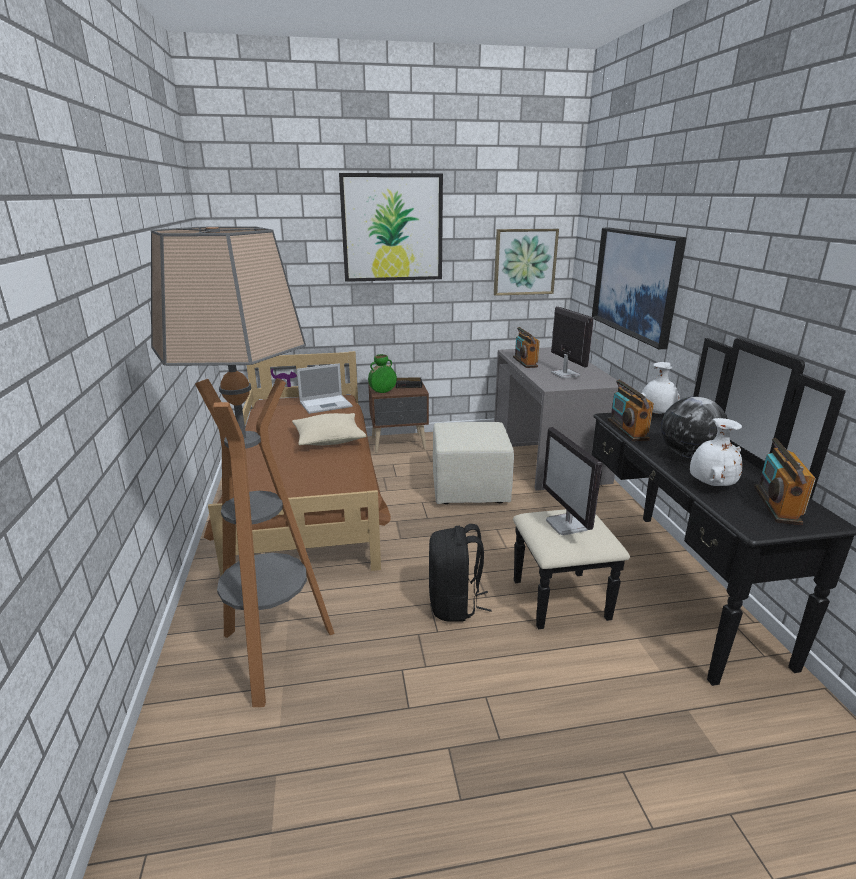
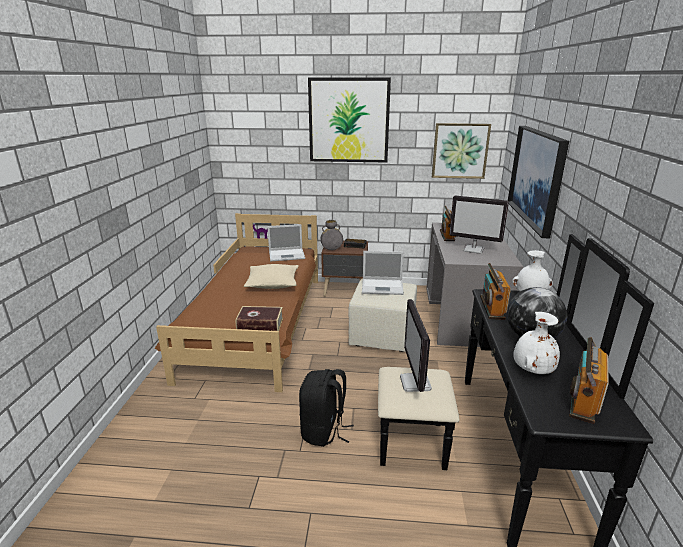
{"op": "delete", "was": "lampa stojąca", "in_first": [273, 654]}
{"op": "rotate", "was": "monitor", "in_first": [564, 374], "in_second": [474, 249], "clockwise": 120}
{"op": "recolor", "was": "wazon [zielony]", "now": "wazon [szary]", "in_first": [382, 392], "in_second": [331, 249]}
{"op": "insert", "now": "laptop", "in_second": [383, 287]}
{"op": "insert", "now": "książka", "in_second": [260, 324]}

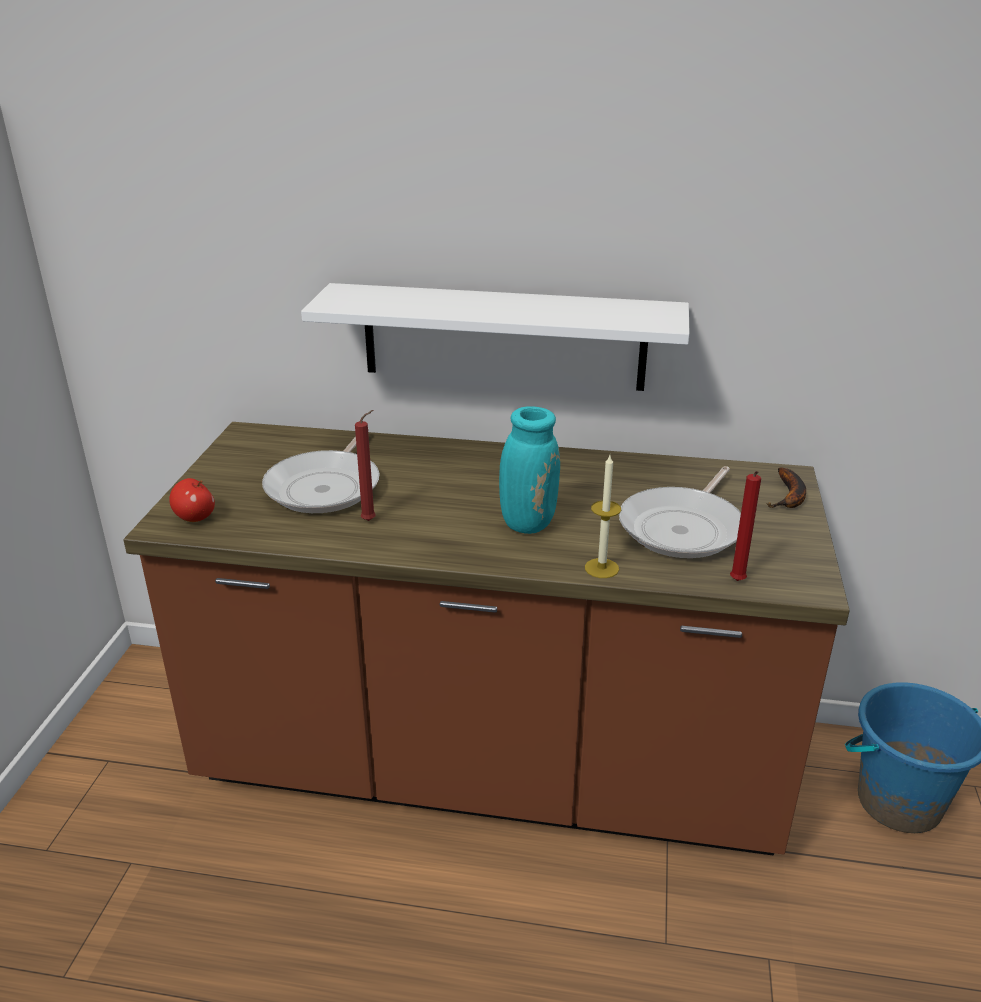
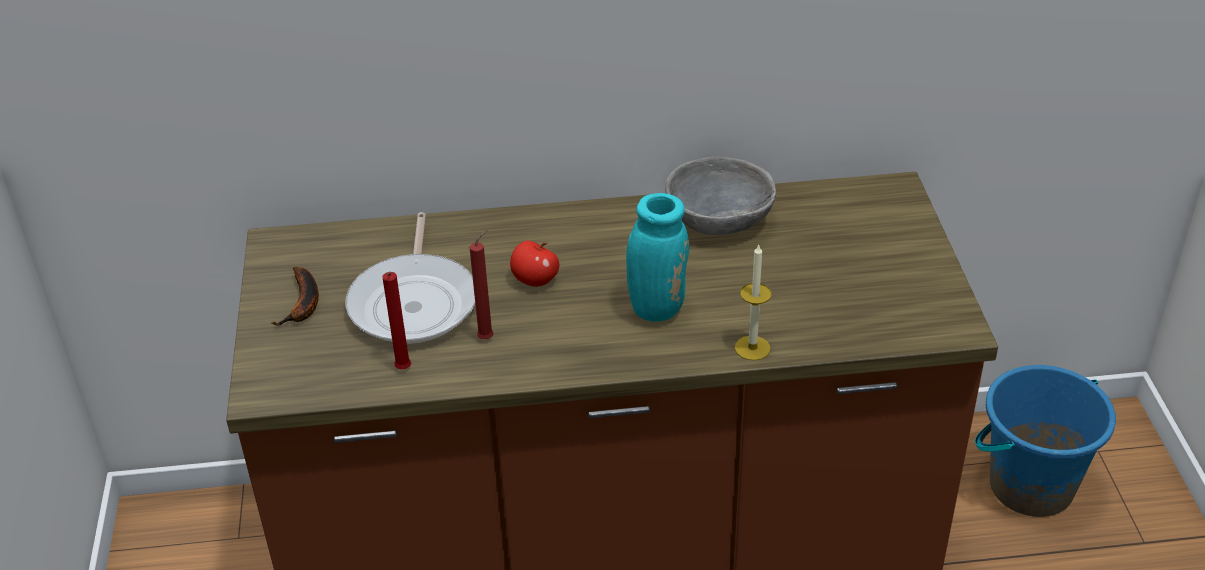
{"op": "delete", "was": "półka [biały]", "in_first": [503, 337]}
{"op": "delete", "was": "patelnia", "in_first": [684, 527]}
{"op": "move", "was": "banan", "in_first": [789, 497], "in_second": [303, 304]}
{"op": "move", "was": "świeca [czerwony]", "in_first": [737, 582], "in_second": [403, 371]}
{"op": "move", "was": "jabłko", "in_first": [195, 518], "in_second": [535, 280]}
{"op": "insert", "now": "miska [szary]", "in_second": [718, 219]}

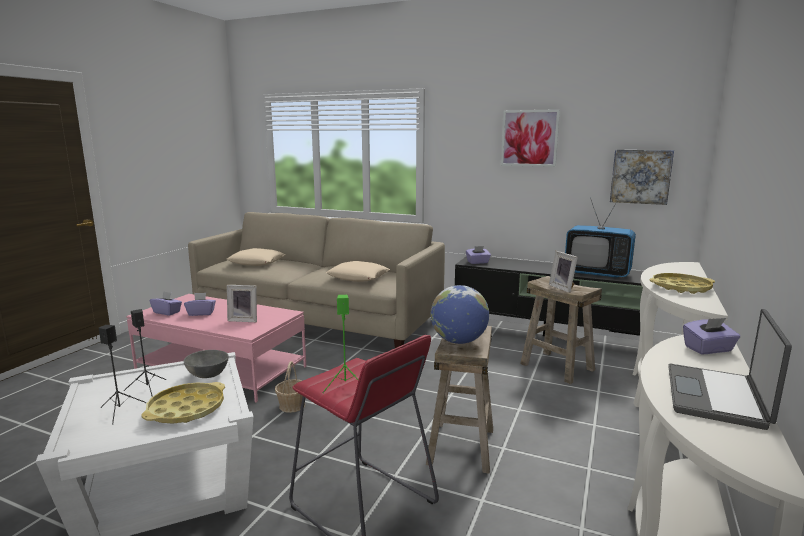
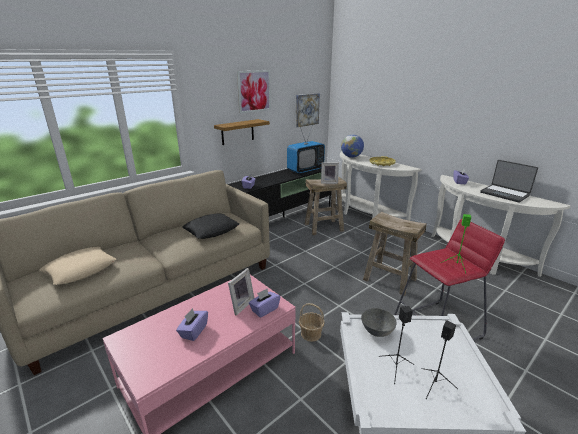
{"op": "recolor", "was": "poduszka [beżowy]", "now": "poduszka [czarny]", "in_first": [358, 277], "in_second": [211, 230]}
{"op": "move", "was": "globus", "in_first": [458, 341], "in_second": [351, 157]}
{"op": "move", "was": "pudełko chusteczek [fioletowy]", "in_first": [167, 312], "in_second": [264, 309]}
{"op": "delete", "was": "taca [żółty]", "in_first": [186, 409]}
{"op": "insert", "now": "półka", "in_second": [237, 132]}

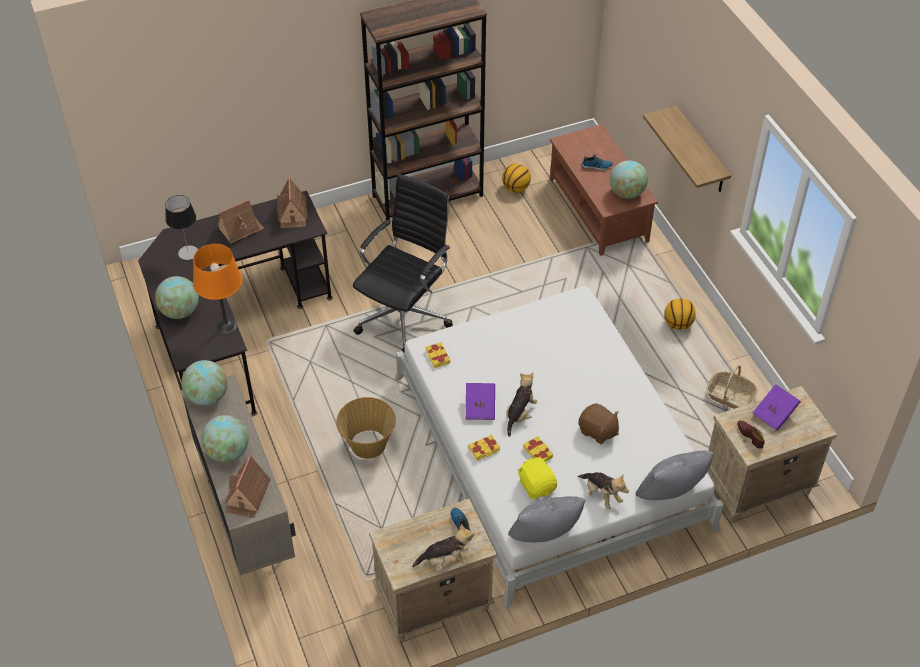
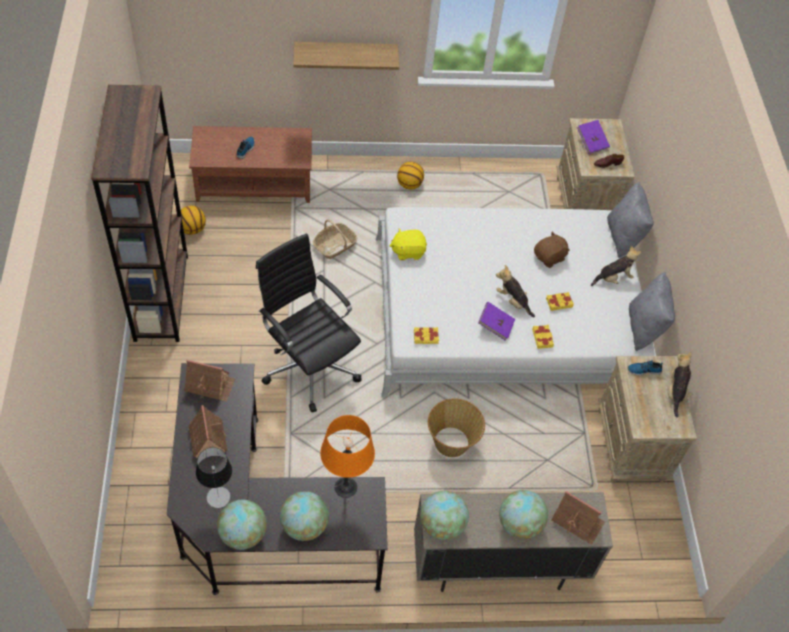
{"op": "move", "was": "globus", "in_first": [627, 193], "in_second": [243, 534]}
{"op": "move", "was": "koszyk", "in_first": [730, 396], "in_second": [335, 246]}
{"op": "move", "was": "pluszak [żółty]", "in_first": [537, 486], "in_second": [408, 251]}

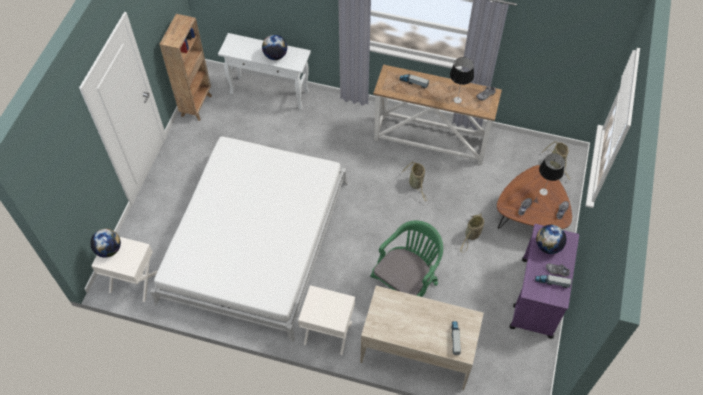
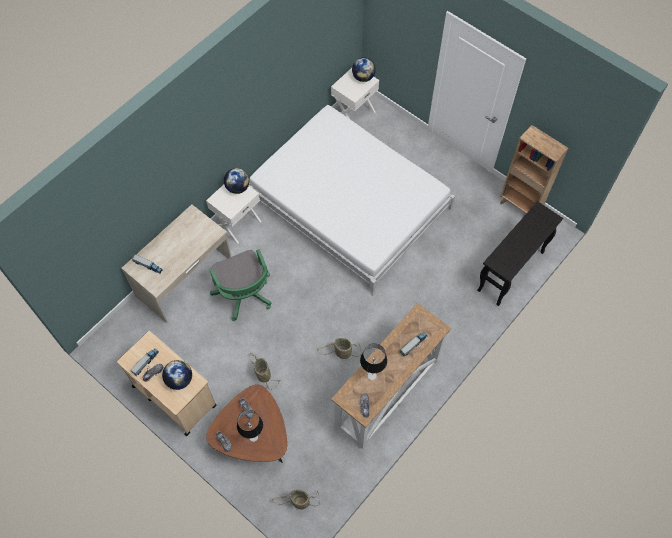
{"op": "recolor", "was": "stolik konsolowy [biały]", "now": "stolik konsolowy [czarny]", "in_first": [270, 93], "in_second": [510, 272]}
{"op": "move", "was": "globus", "in_first": [275, 55], "in_second": [238, 188]}
{"op": "recolor", "was": "wózek [fioletowy]", "now": "wózek [beżowy]", "in_first": [536, 298], "in_second": [174, 395]}

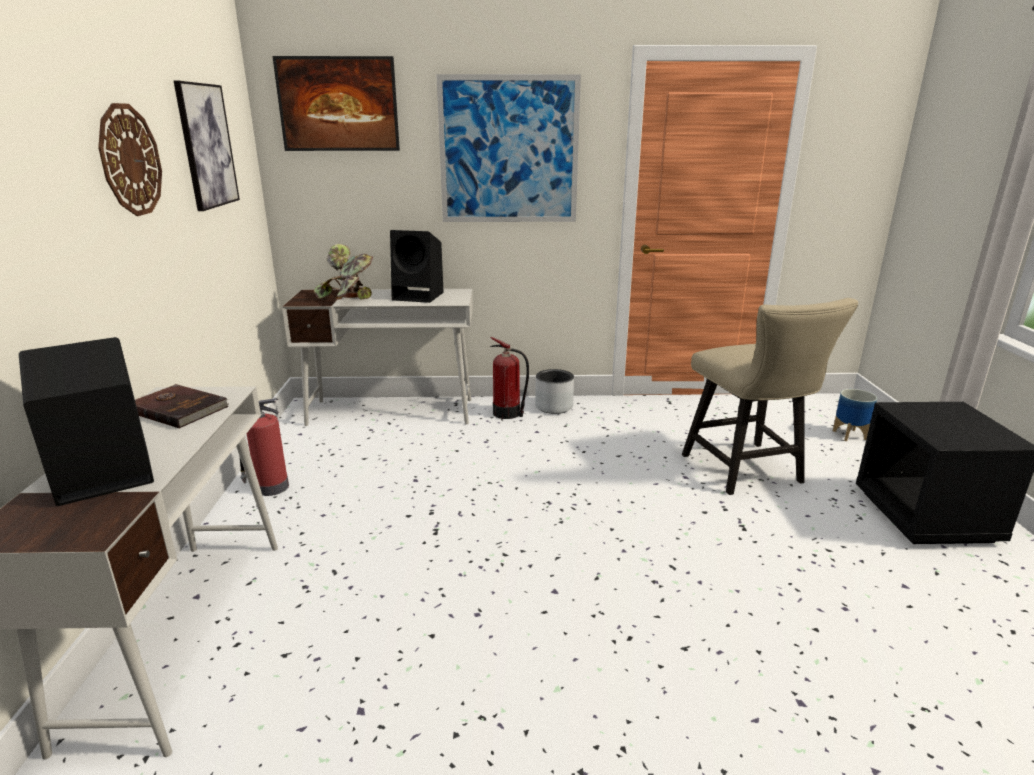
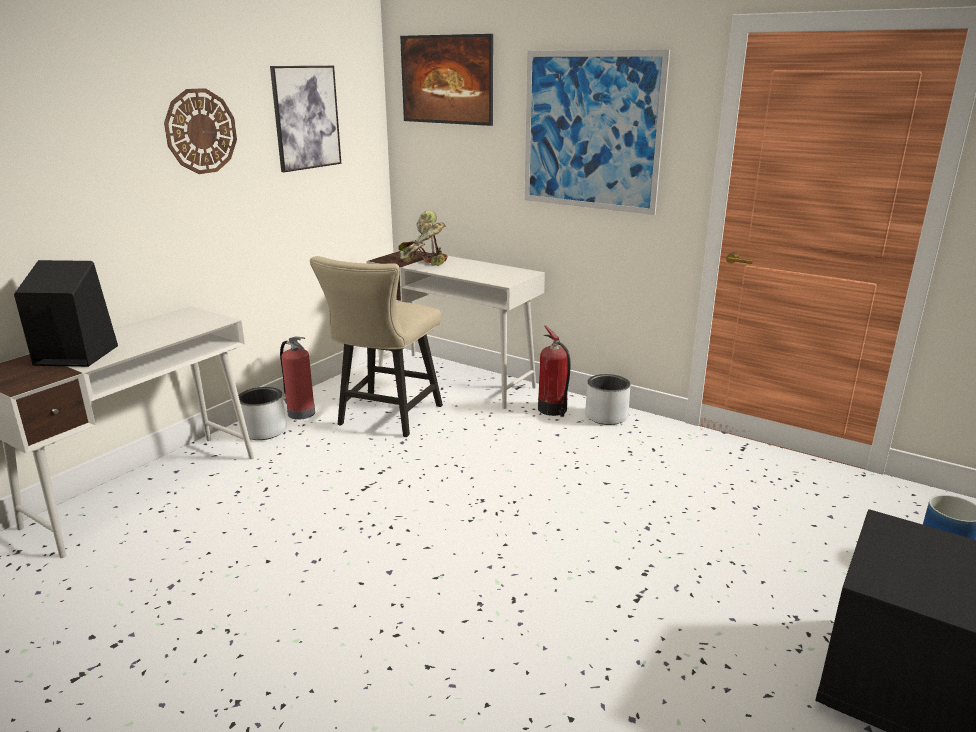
{"op": "delete", "was": "głośnik [czarny]", "in_first": [419, 296]}
{"op": "move", "was": "krzesło [beżowy]", "in_first": [747, 472], "in_second": [385, 418]}
{"op": "delete", "was": "książka [brązowy]", "in_first": [179, 409]}
{"op": "insert", "now": "donica [szary]", "in_second": [264, 431]}

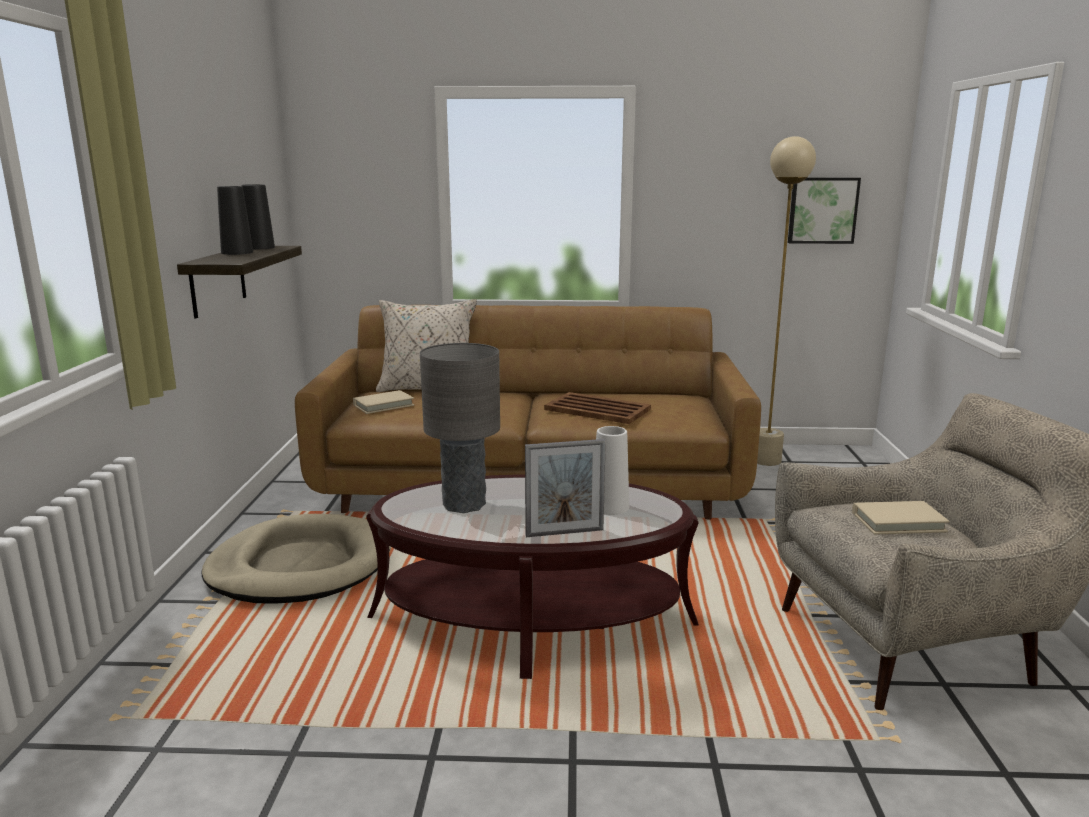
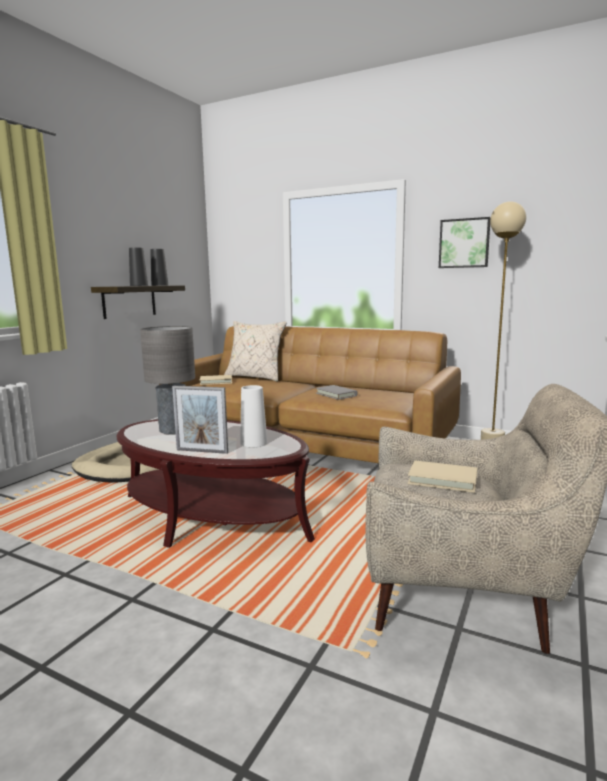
{"op": "move", "was": "obraz", "in_first": [822, 210], "in_second": [464, 243]}
{"op": "replace", "was": "taca [brązowy]", "now": "książka [szary]", "in_first": [598, 410], "in_second": [336, 394]}

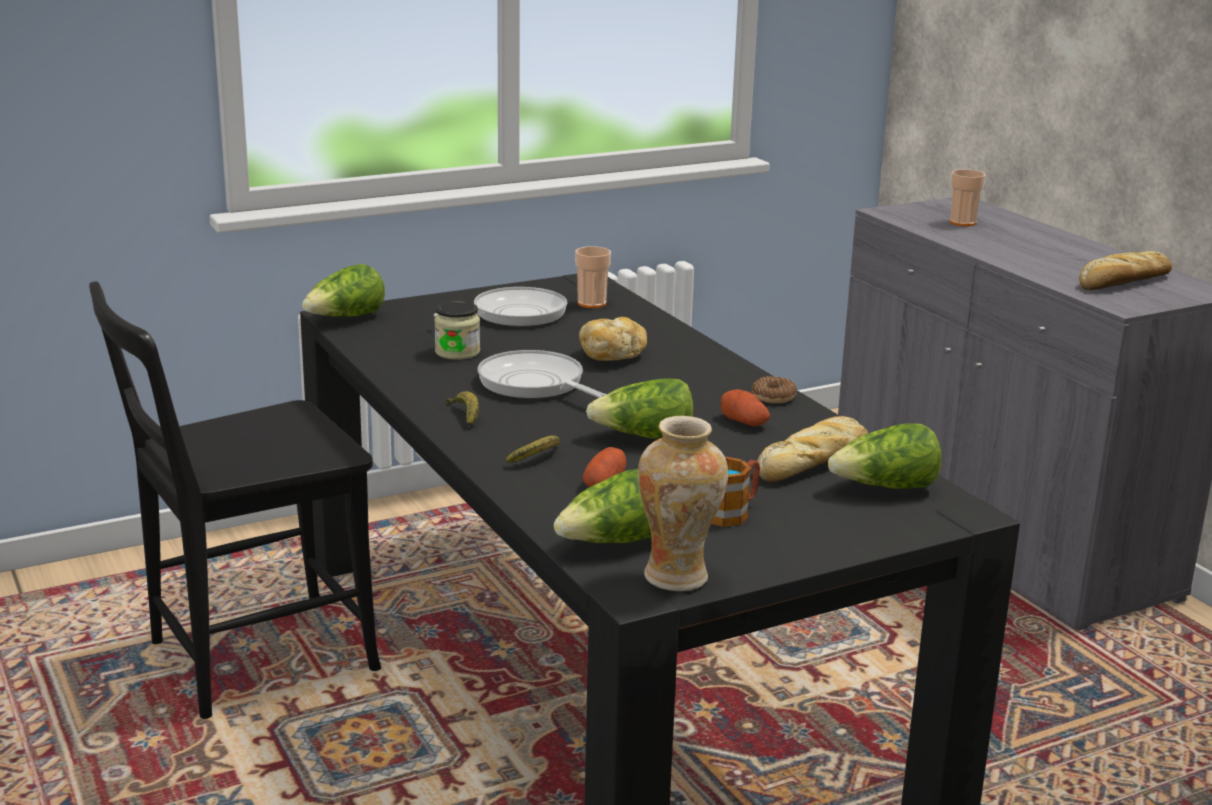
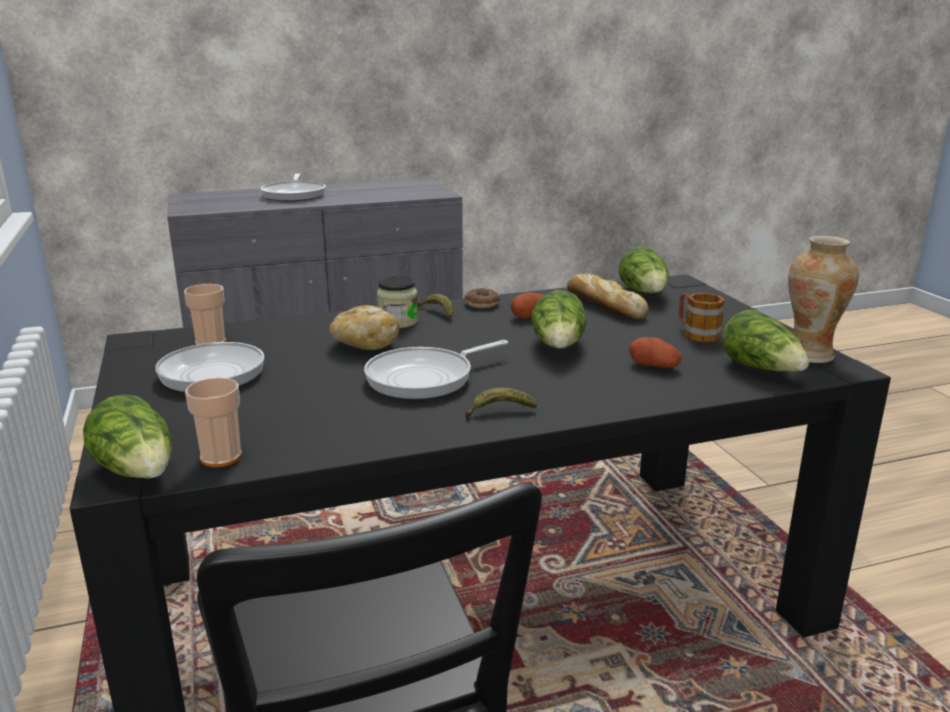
{"op": "move", "was": "filiżanka", "in_first": [962, 222], "in_second": [221, 457]}
{"op": "delete", "was": "chleb", "in_first": [1123, 282]}
{"op": "move", "was": "słoik", "in_first": [457, 352], "in_second": [398, 322]}
{"op": "move", "was": "banan", "in_first": [538, 458], "in_second": [438, 312]}
{"op": "insert", "now": "patelnia", "in_second": [294, 195]}

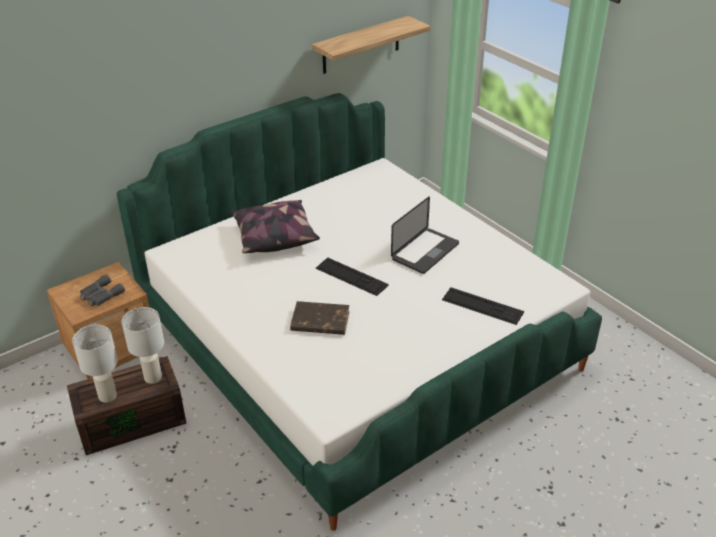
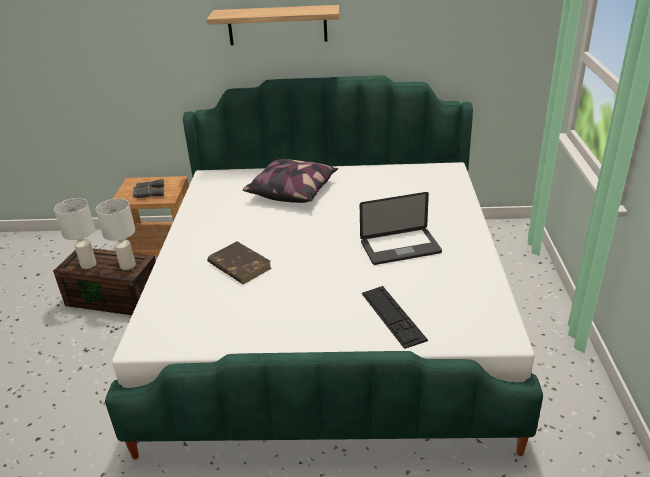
{"op": "move", "was": "półka", "in_first": [361, 45], "in_second": [277, 25]}
{"op": "delete", "was": "klawiatura", "in_first": [351, 276]}

